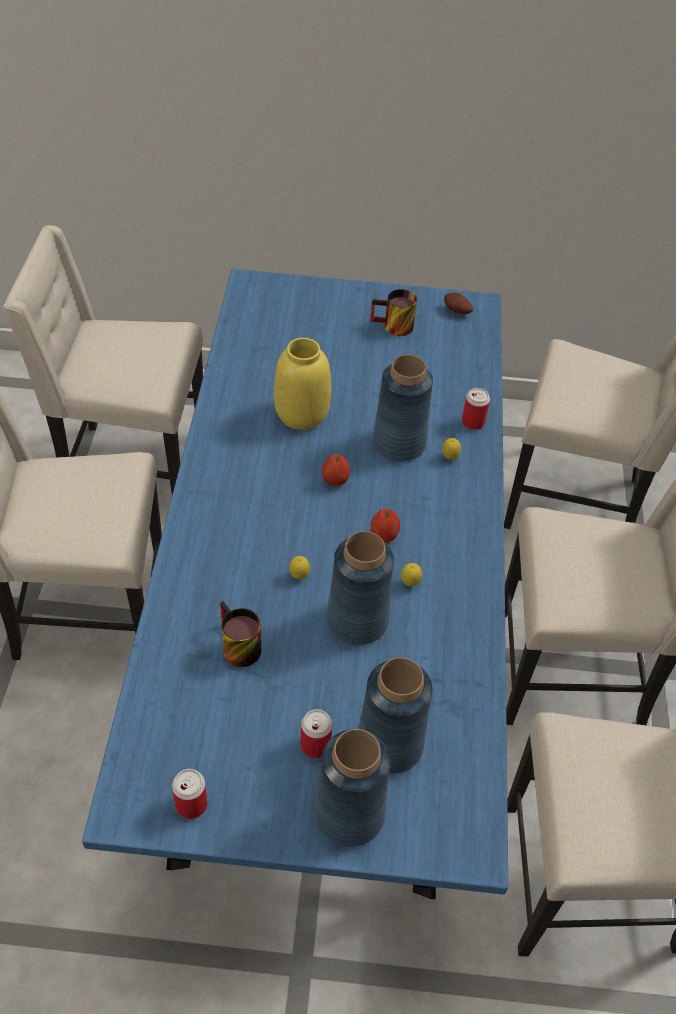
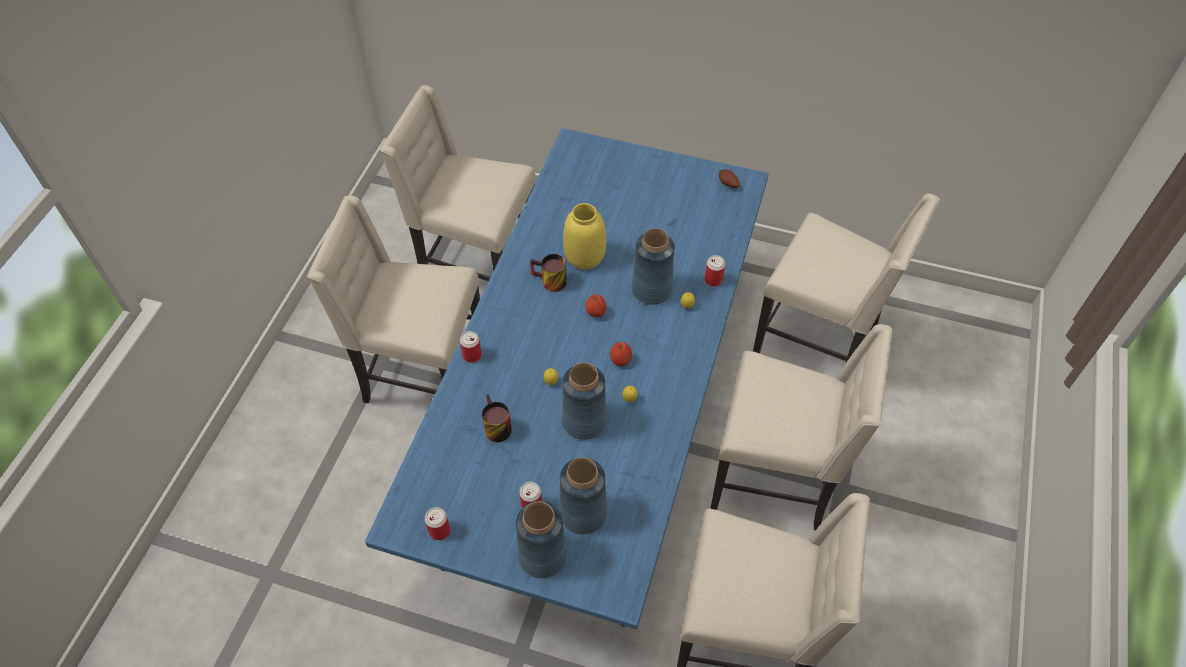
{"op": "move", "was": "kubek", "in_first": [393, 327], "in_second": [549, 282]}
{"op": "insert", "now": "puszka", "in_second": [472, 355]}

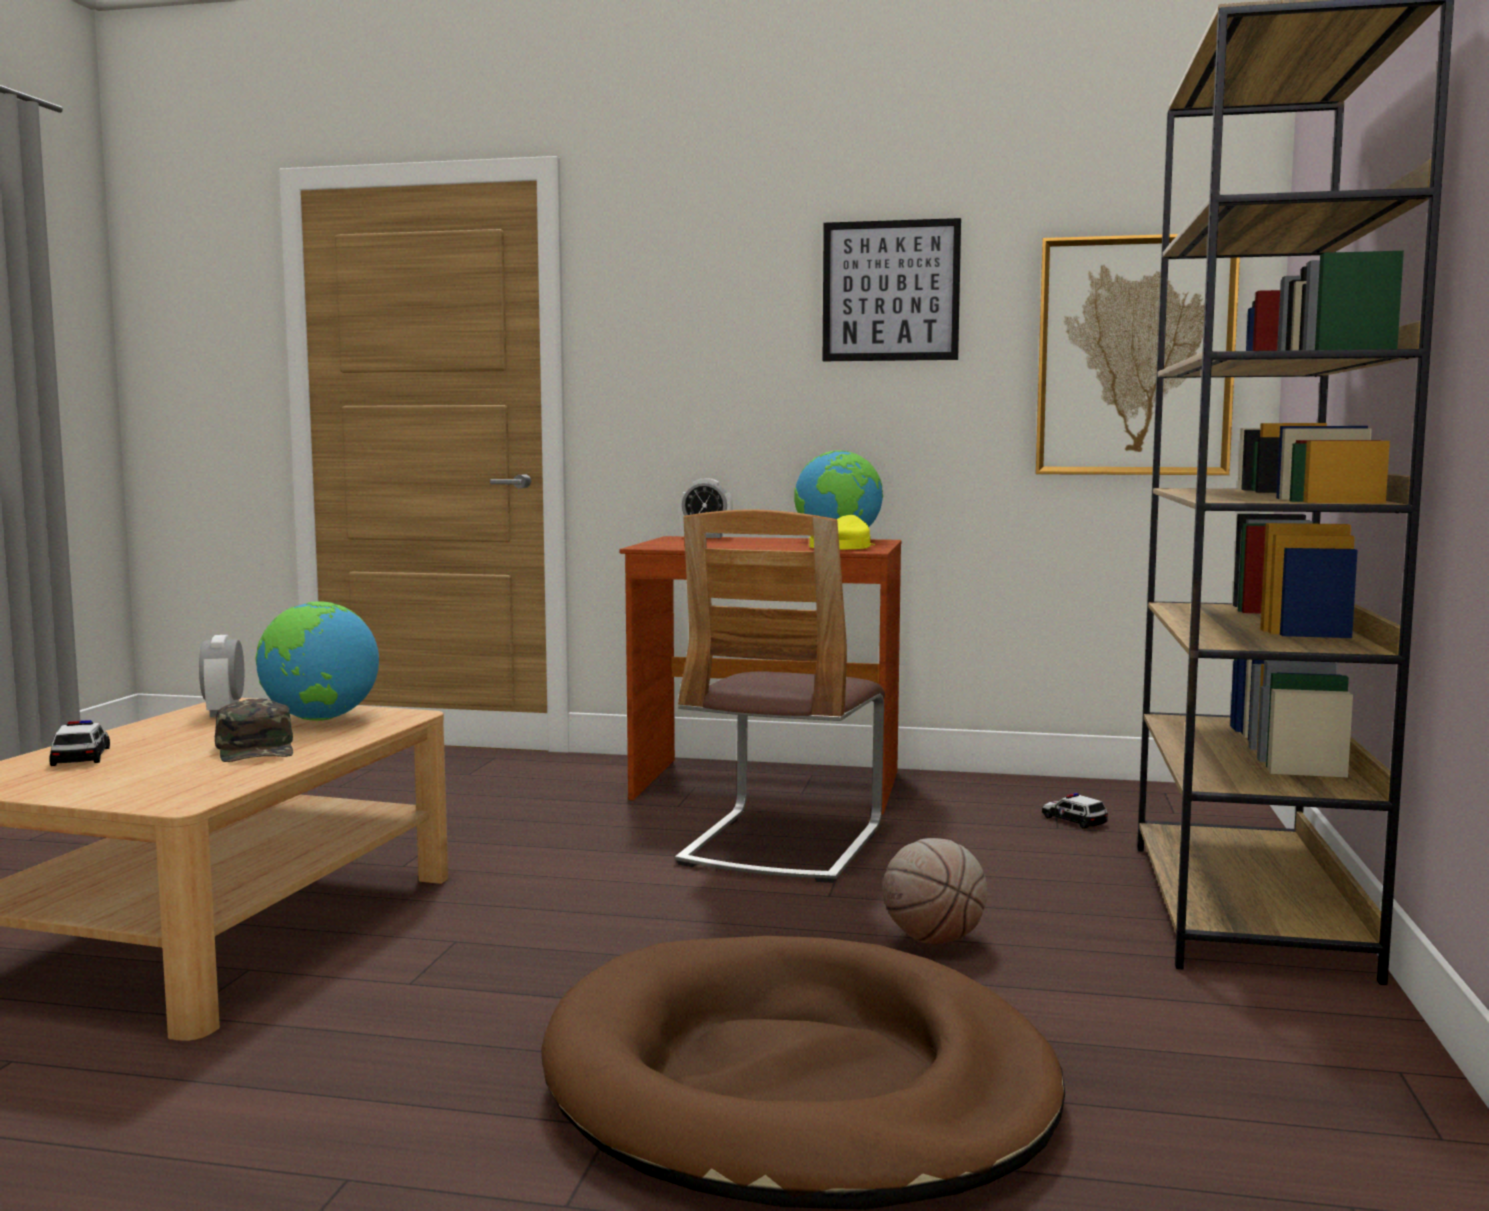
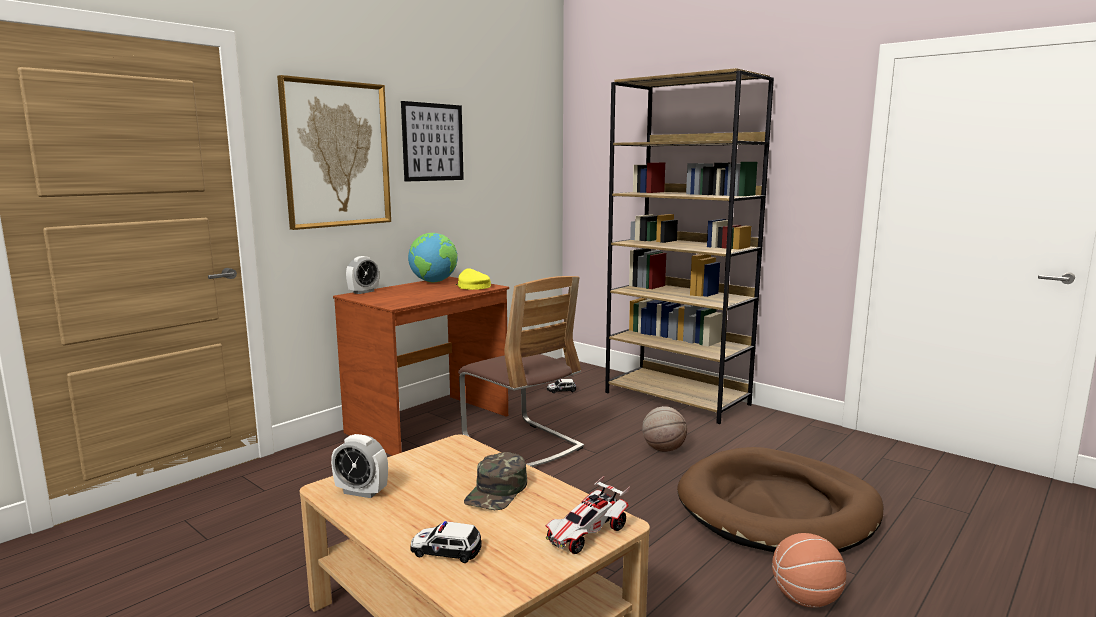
{"op": "move", "was": "obraz", "in_first": [1134, 357], "in_second": [336, 154]}
{"op": "delete", "was": "globus", "in_first": [319, 719]}
{"op": "rotate", "was": "czapka z daszkiem [zielony]", "in_first": [257, 749], "in_second": [497, 491], "clockwise": 105}
{"op": "insert", "now": "samochodzik", "in_second": [587, 534]}
{"op": "insert", "now": "piłka do koszykówki", "in_second": [806, 599]}

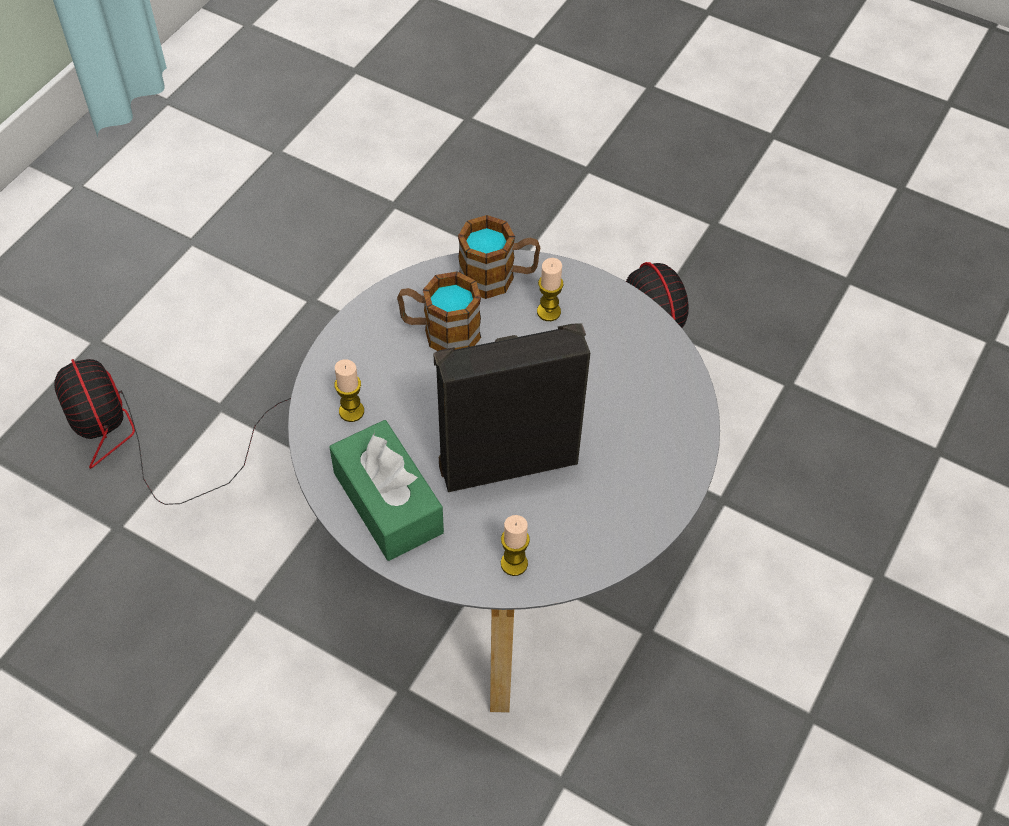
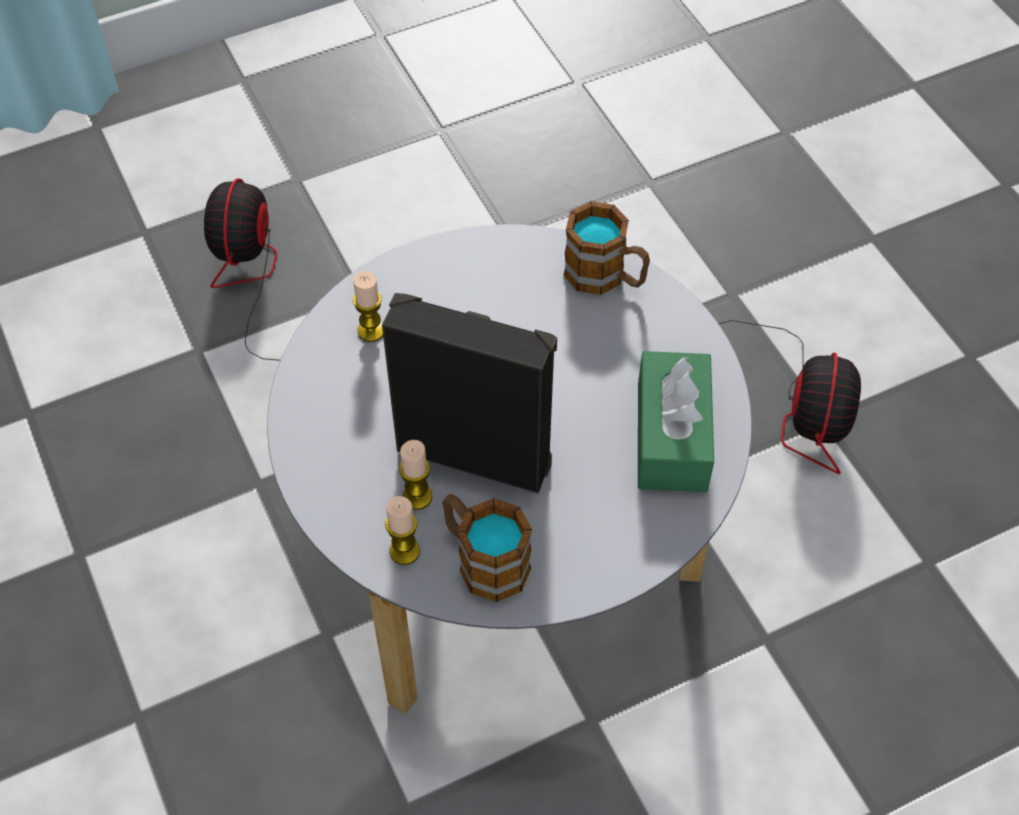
{"op": "move", "was": "świeca", "in_first": [548, 312], "in_second": [417, 497]}
{"op": "move", "was": "kubek", "in_first": [440, 332], "in_second": [483, 559]}
{"op": "move", "was": "pudełko chusteczek [zielony]", "in_first": [388, 502], "in_second": [671, 436]}

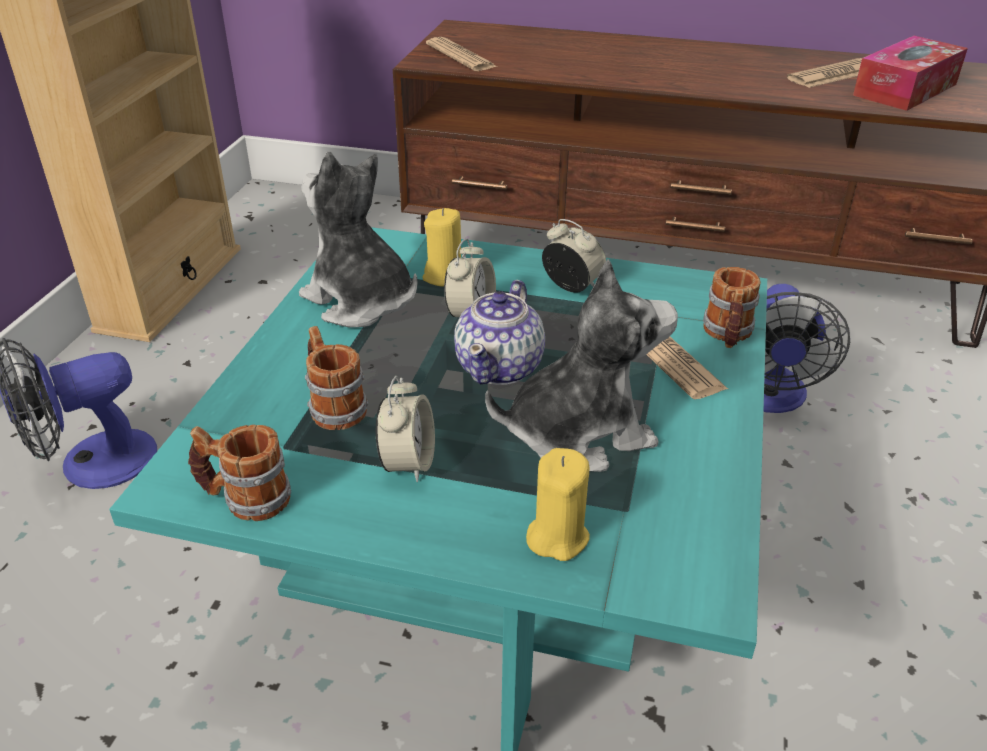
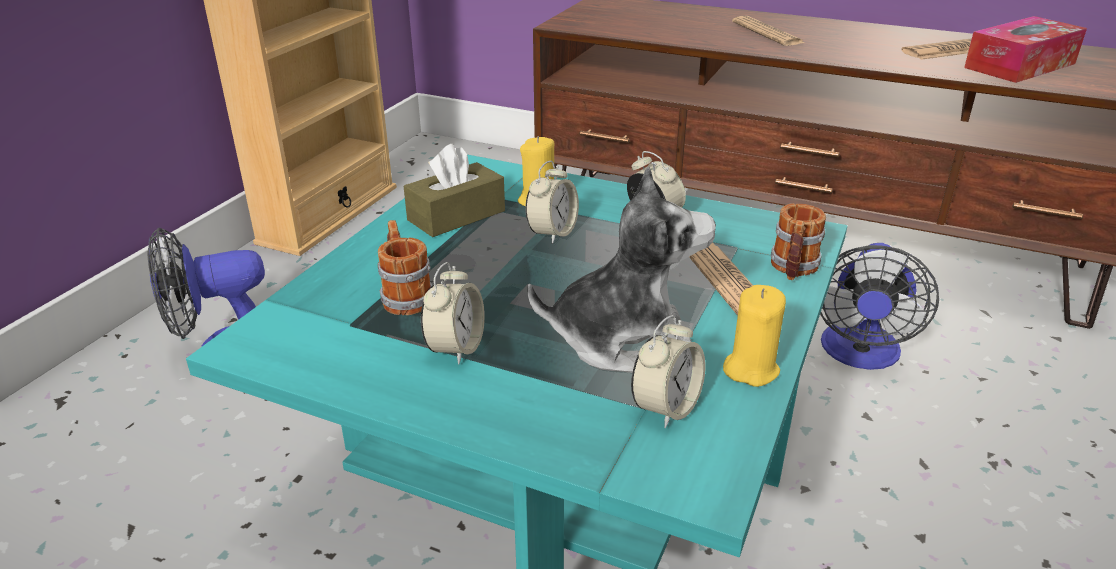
{"op": "move", "was": "gazeta", "in_first": [460, 56], "in_second": [767, 33]}
{"op": "replace", "was": "pluszak", "now": "pudełko chusteczek [brązowy]", "in_first": [360, 302], "in_second": [456, 215]}
{"op": "delete", "was": "imbryk", "in_first": [500, 367]}
{"op": "delete", "was": "kubek", "in_first": [245, 498]}
{"op": "move", "was": "świeca [żółty]", "in_first": [557, 537], "in_second": [750, 369]}
{"op": "insert", "now": "budzik", "in_second": [666, 408]}

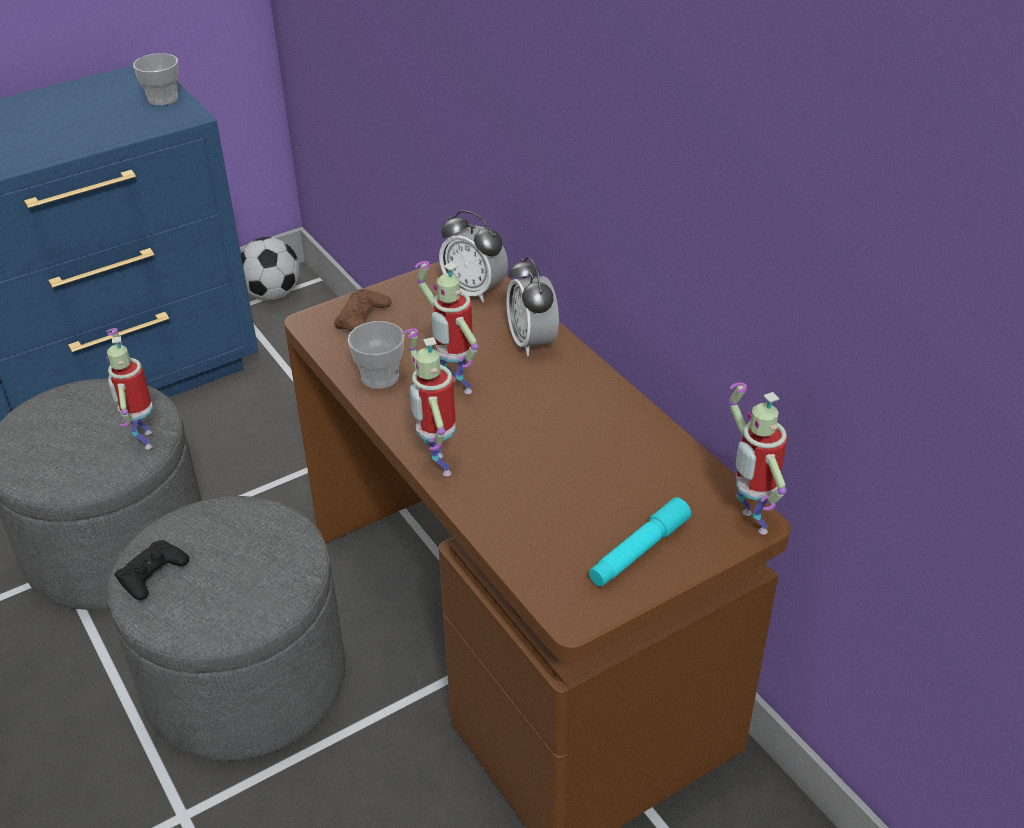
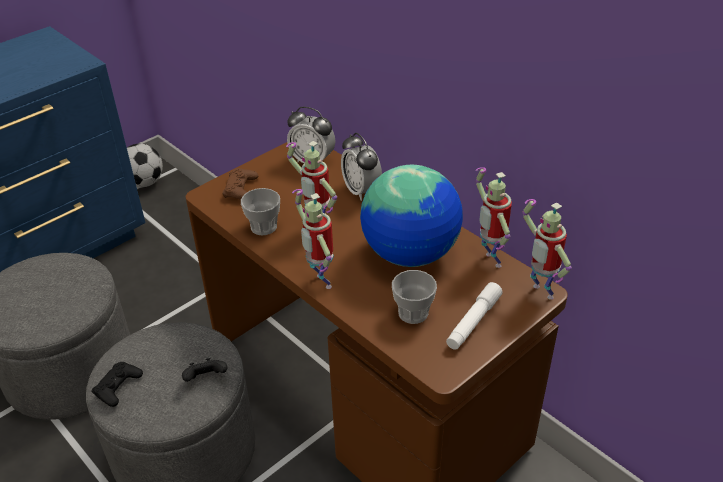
{"op": "move", "was": "filiżanka", "in_first": [163, 98], "in_second": [413, 313]}
{"op": "move", "was": "robot zabawkowy", "in_first": [143, 440], "in_second": [489, 260]}
{"op": "recolor", "was": "latarka [turkusowy]", "now": "latarka [biały]", "in_first": [639, 551], "in_second": [473, 322]}
{"op": "insert", "now": "globus", "in_second": [410, 254]}
{"op": "insert", "now": "pad do gier [czarny]", "in_second": [206, 379]}

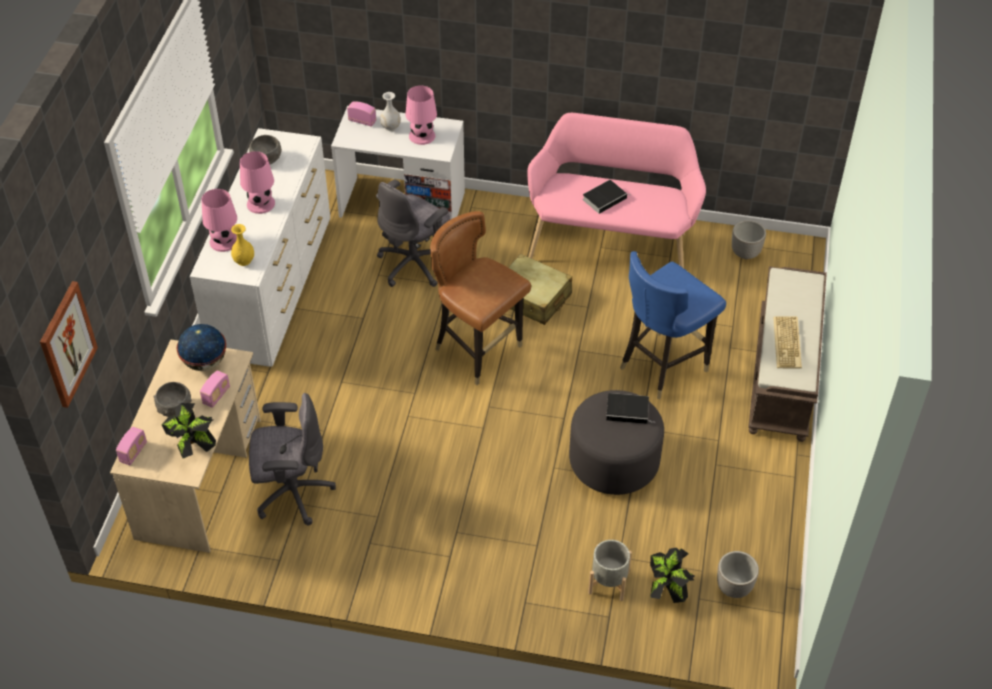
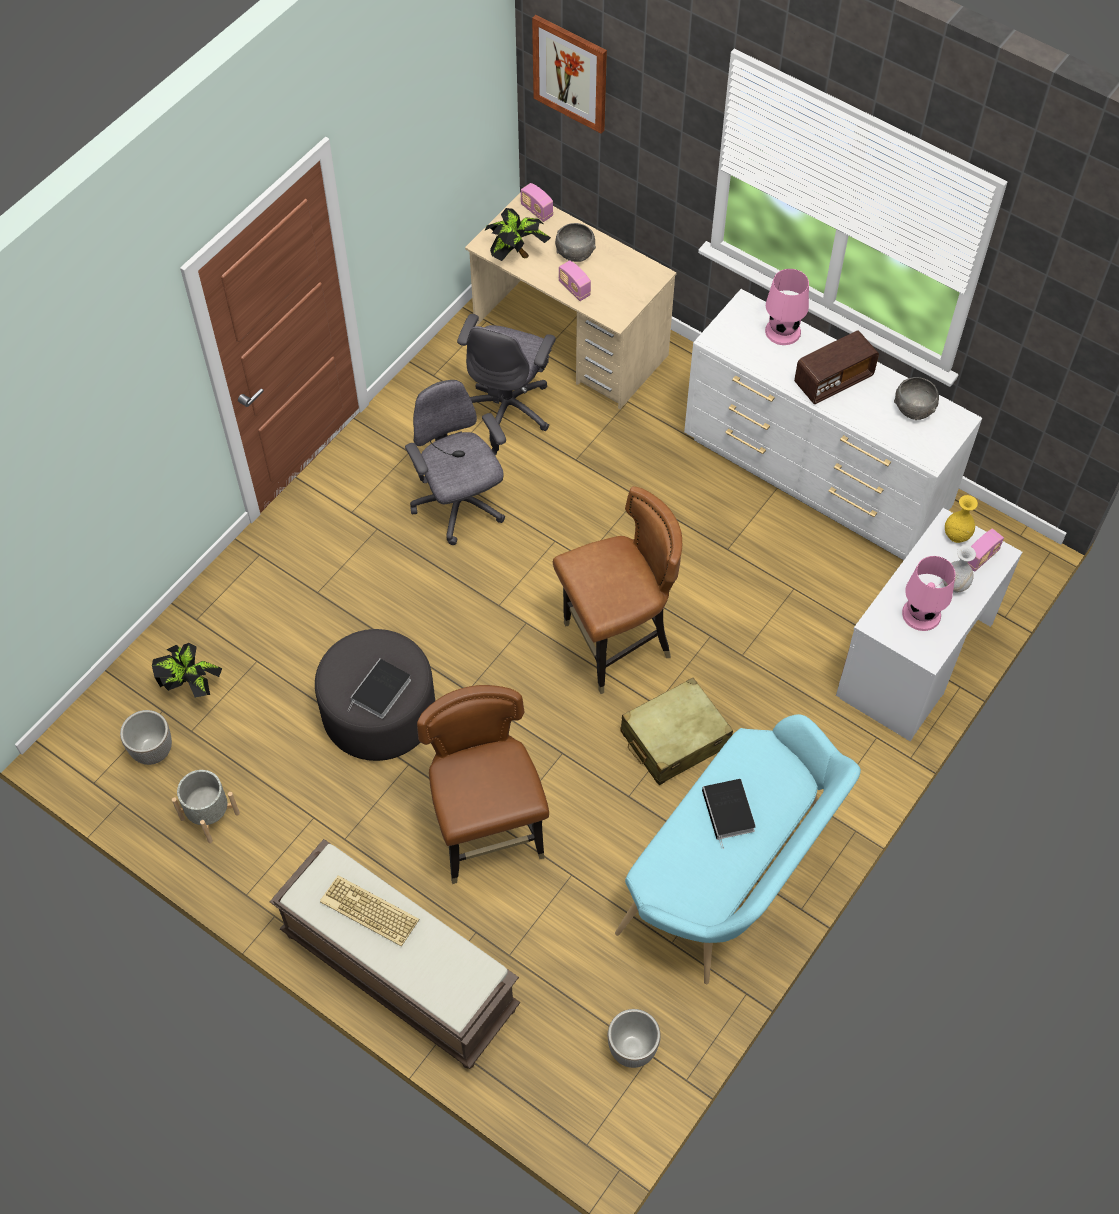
{"op": "recolor", "was": "ławka [różowy]", "now": "ławka [turkusowy]", "in_first": [611, 243], "in_second": [732, 880]}
{"op": "replace", "was": "lampa stołowa [różowy]", "now": "radio", "in_first": [260, 203], "in_second": [833, 380]}
{"op": "move", "was": "krzesło biurowe [szary]", "in_first": [414, 264], "in_second": [459, 506]}
{"op": "move", "was": "wazon [żółty]", "in_first": [244, 261], "in_second": [956, 535]}
{"op": "recolor", "was": "krzesło [niebieski]", "now": "krzesło [brązowy]", "in_first": [662, 366], "in_second": [488, 835]}
{"op": "delete", "was": "globus", "in_first": [204, 363]}
{"op": "move", "was": "donica [szary]", "in_first": [608, 583], "in_second": [209, 815]}

